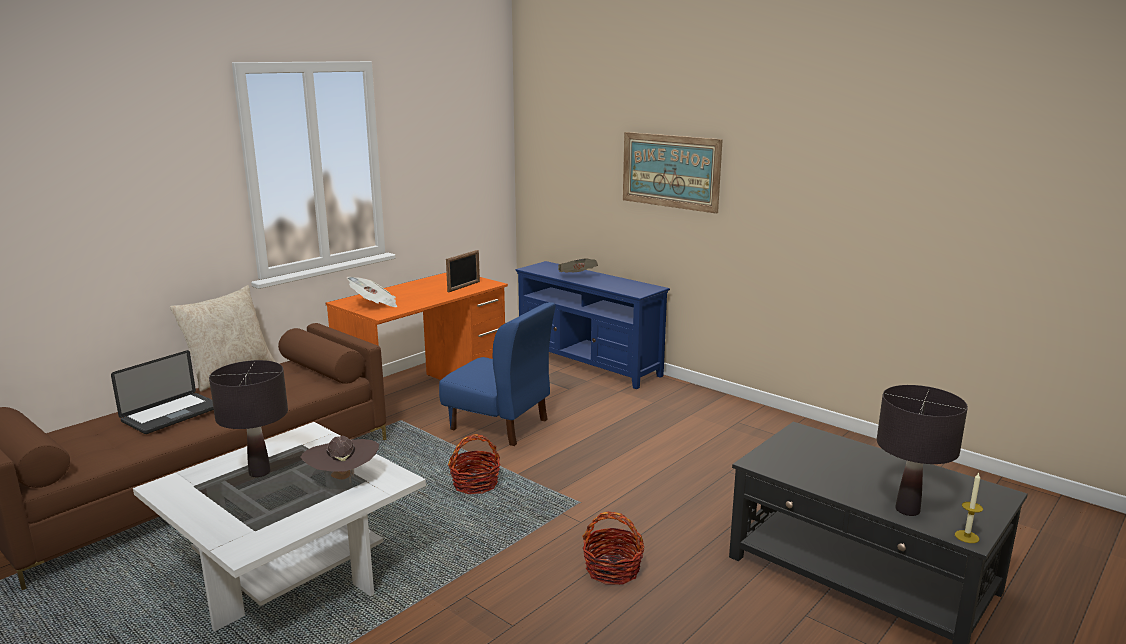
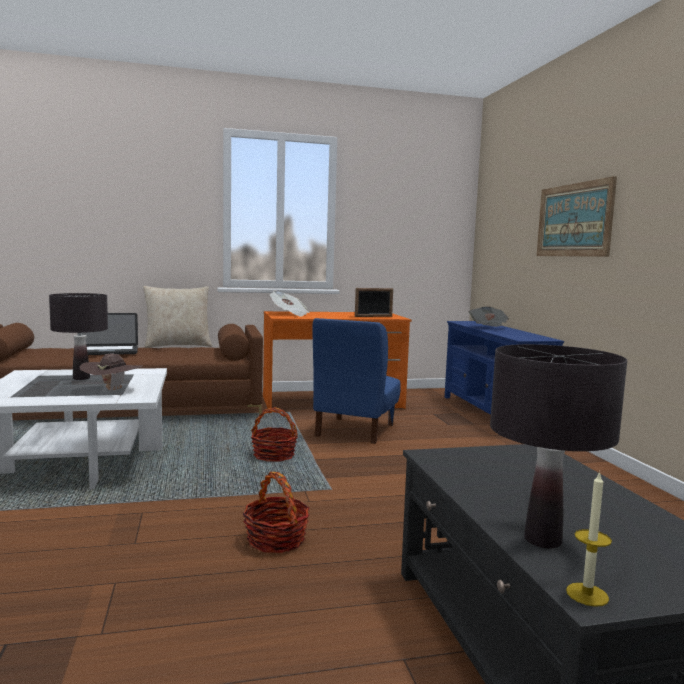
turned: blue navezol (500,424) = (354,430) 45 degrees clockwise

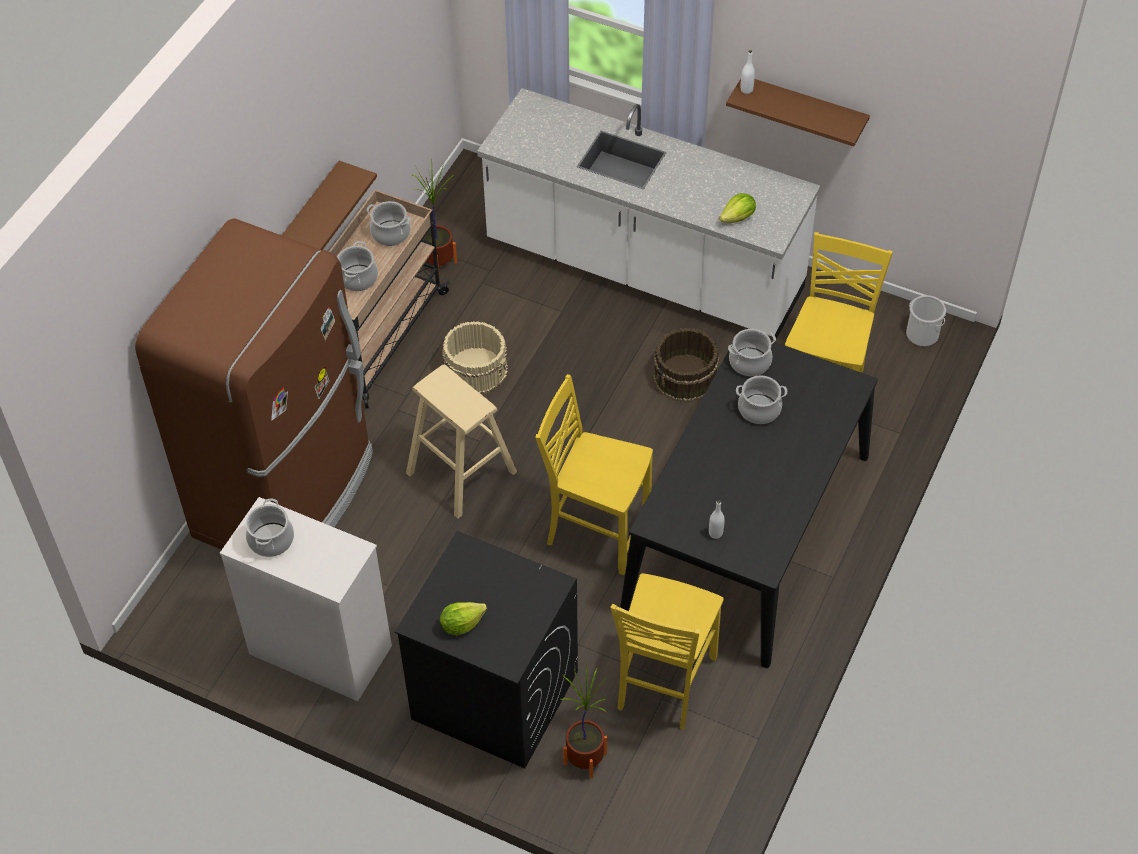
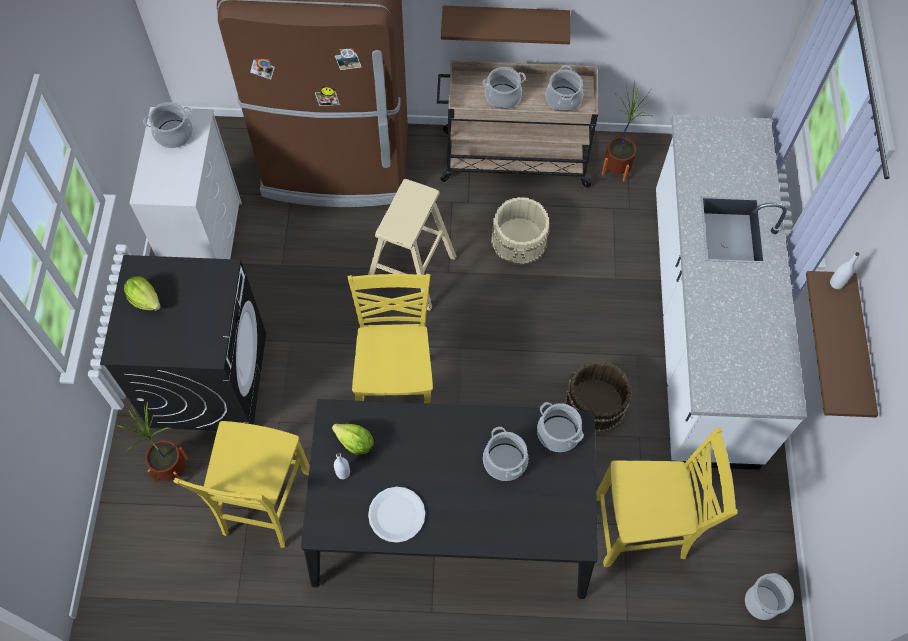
added: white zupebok (397,515)
moved: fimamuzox (738,218) to (355,443)
turned: yellow navezol (663,684) = (264,504) 75 degrees counterclockwise

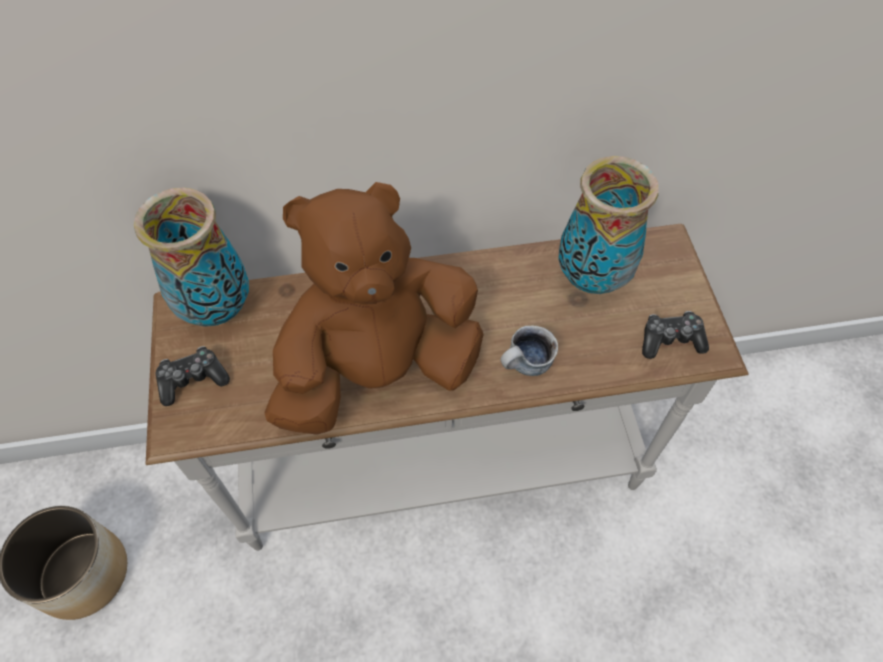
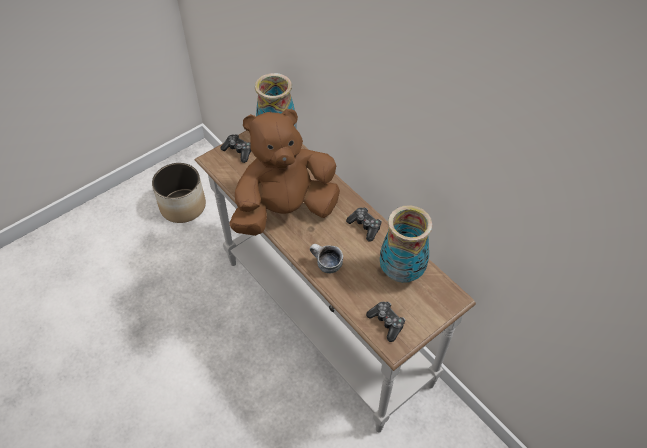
added: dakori (365,226)
turned: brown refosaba (378,370) = (285,210) 60 degrees counterclockwise

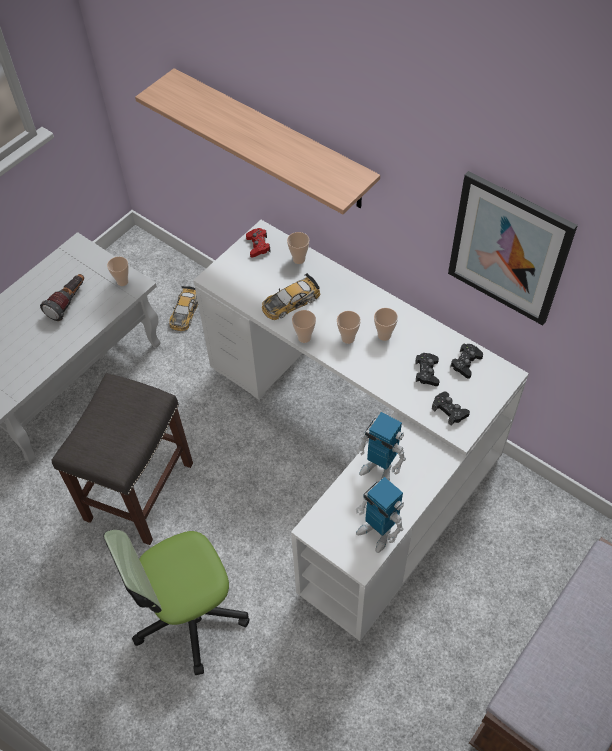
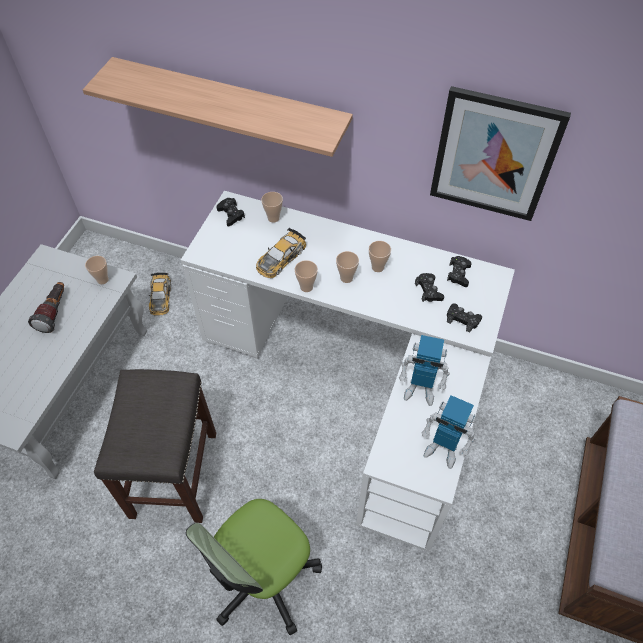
recoloured: red dakori (258,245) to black dakori (231,214)

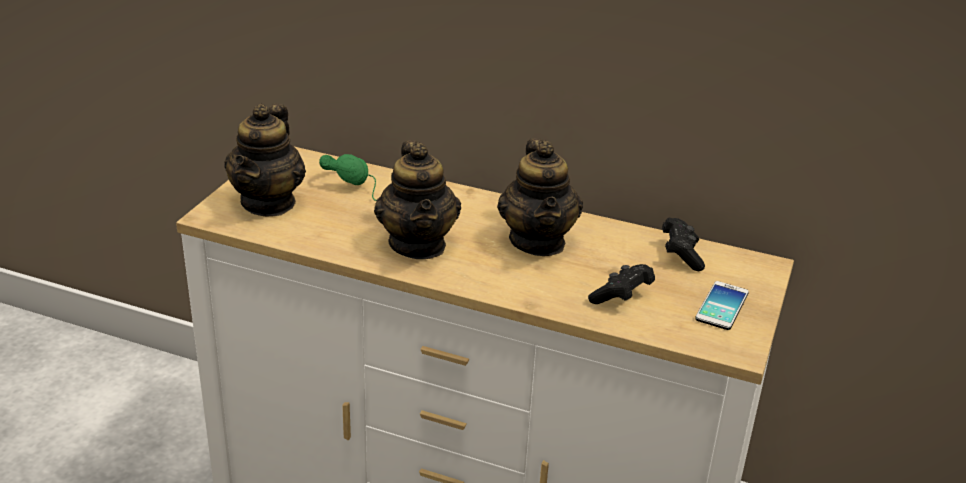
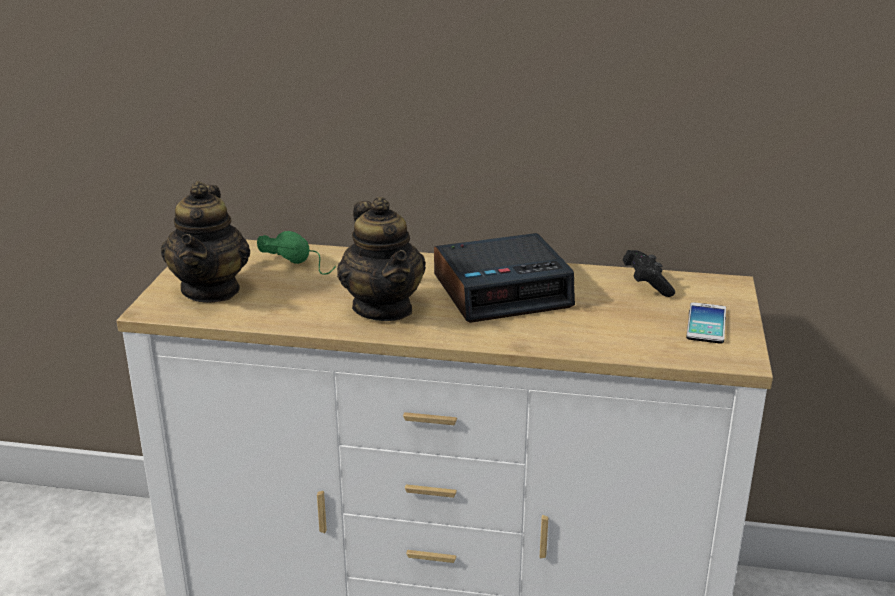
removed: black dakori (621,297)
replaced: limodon (538,241) to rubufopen (503,291)

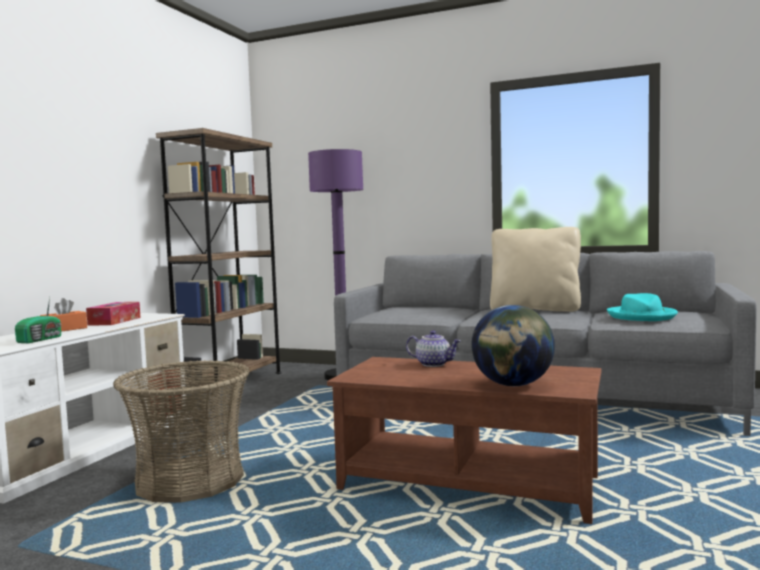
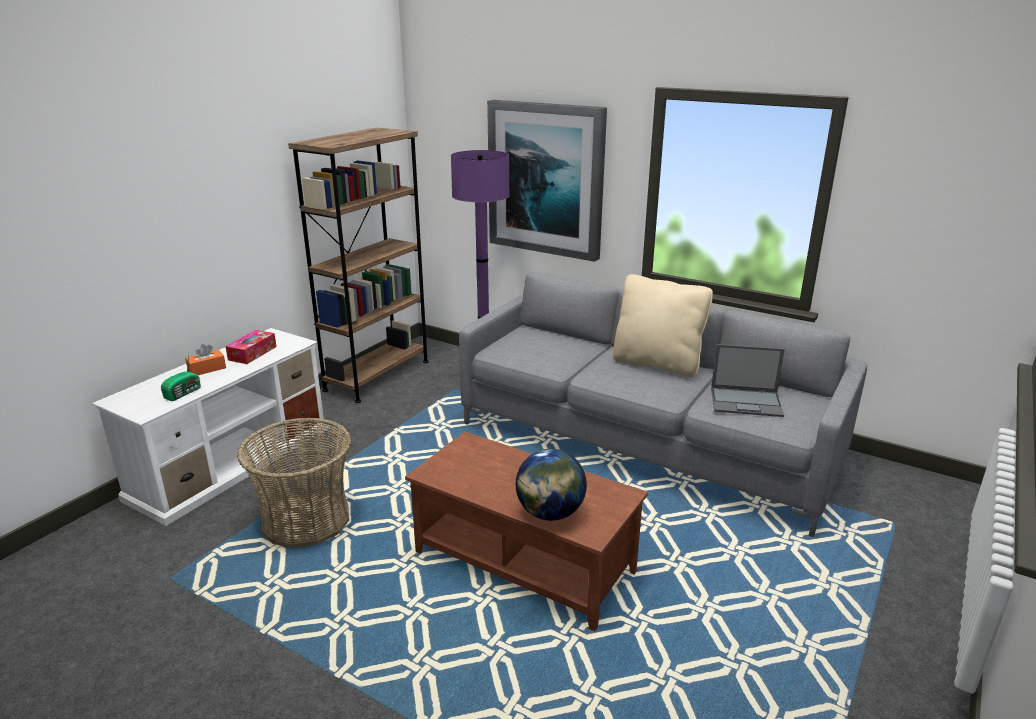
removed: limodon (434,364)
added: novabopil (546,179)
replaced: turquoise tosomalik (642,316) to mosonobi (747,402)

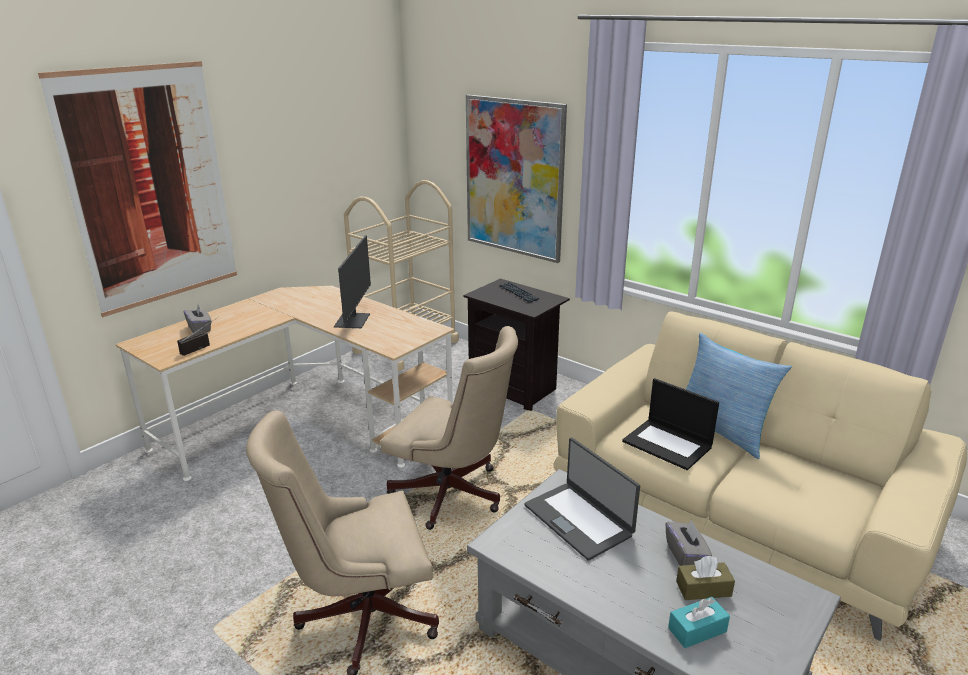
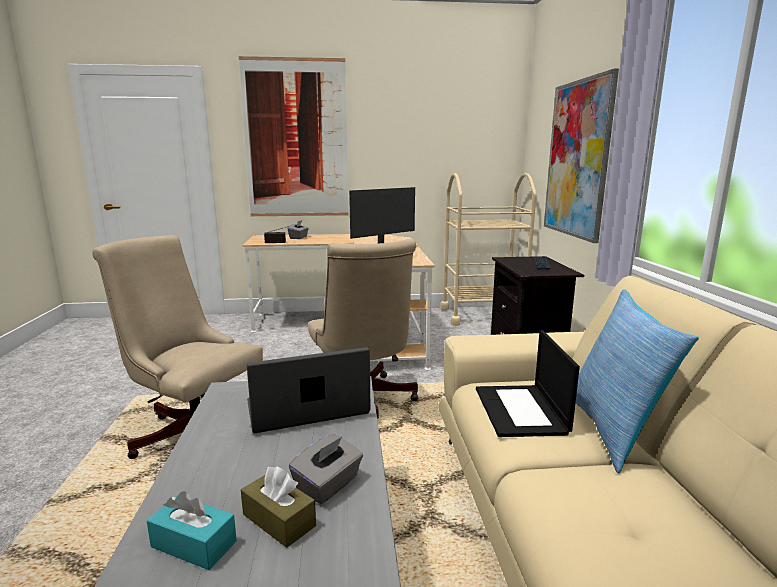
turned: mosonobi (579,519) = (307,409) 60 degrees clockwise

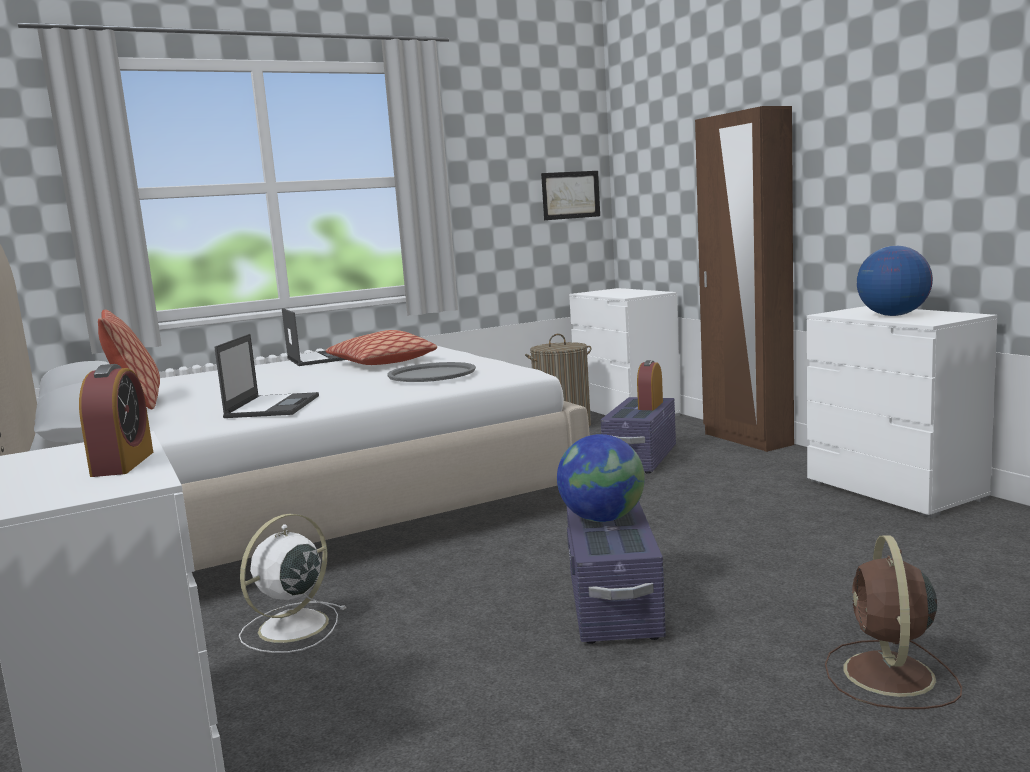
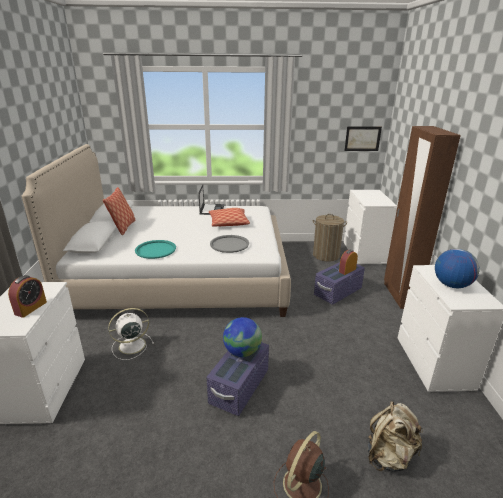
added: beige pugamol (389,456)
replaced: mosonobi (273,406) to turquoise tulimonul (155,250)

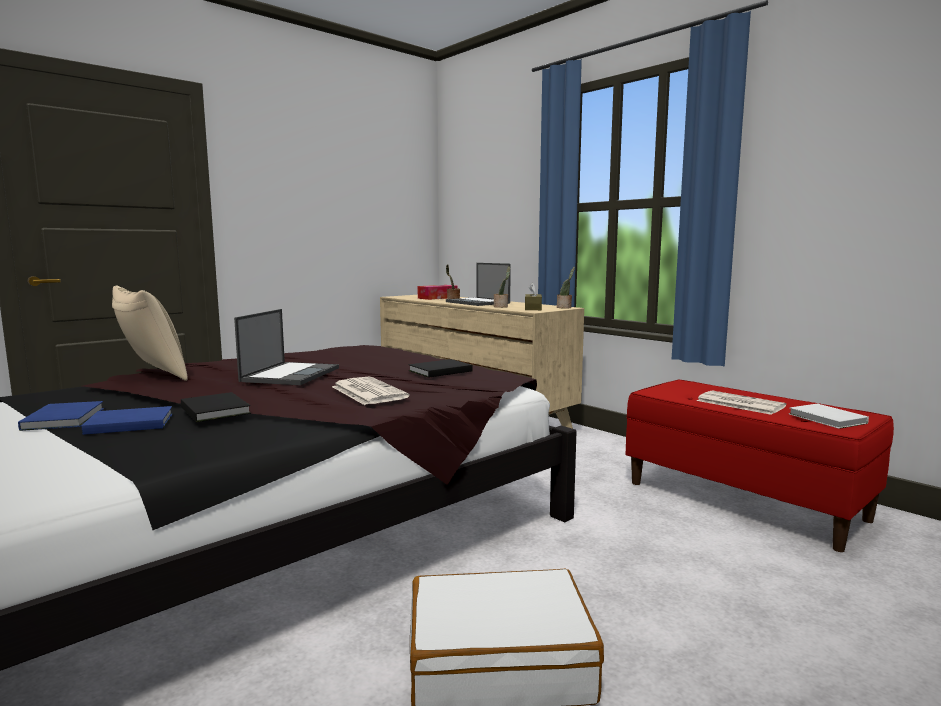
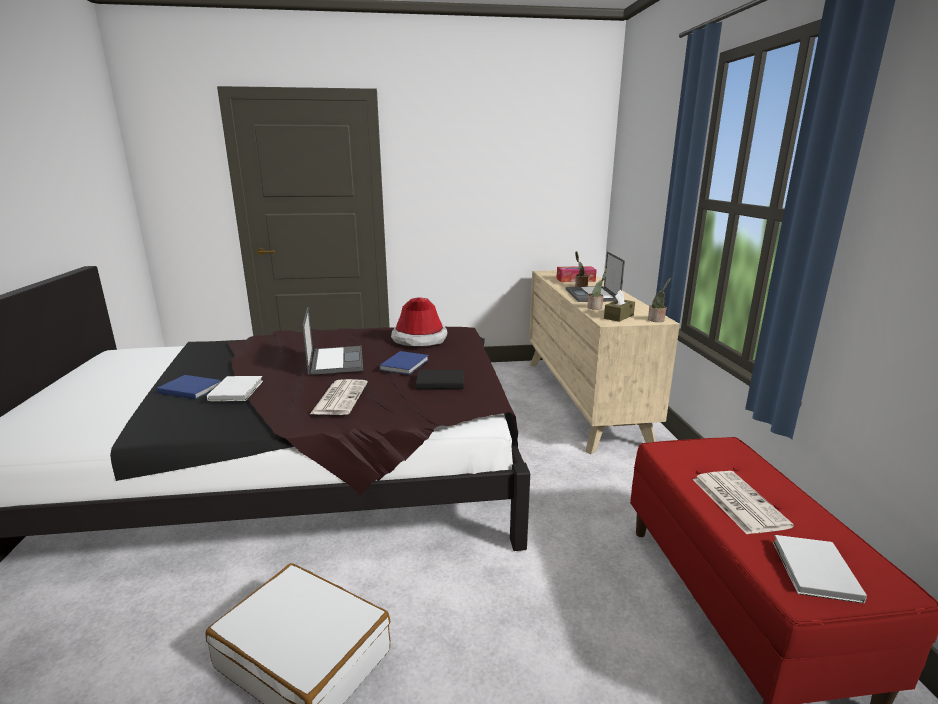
removed: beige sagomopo (152,376)
added: tosomalik (419,339)
moved: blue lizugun (66,418) to (406,364)
recoloured: black lizugun (216,409) to white lizugun (237,390)
turned: mosonobi (291,374) = (335,360) 60 degrees counterclockwise

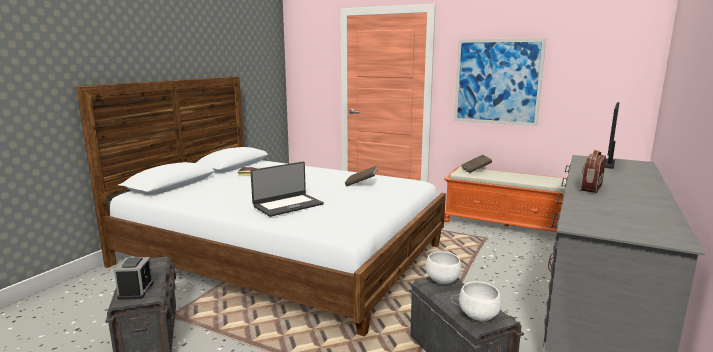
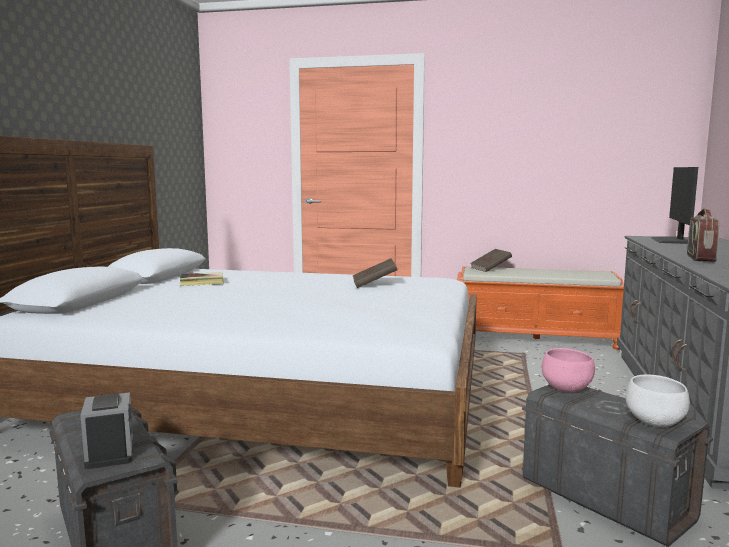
removed: mosonobi (287,205); novabopil (497,82)
recoloured: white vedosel (443,281) to pink vedosel (567,389)

